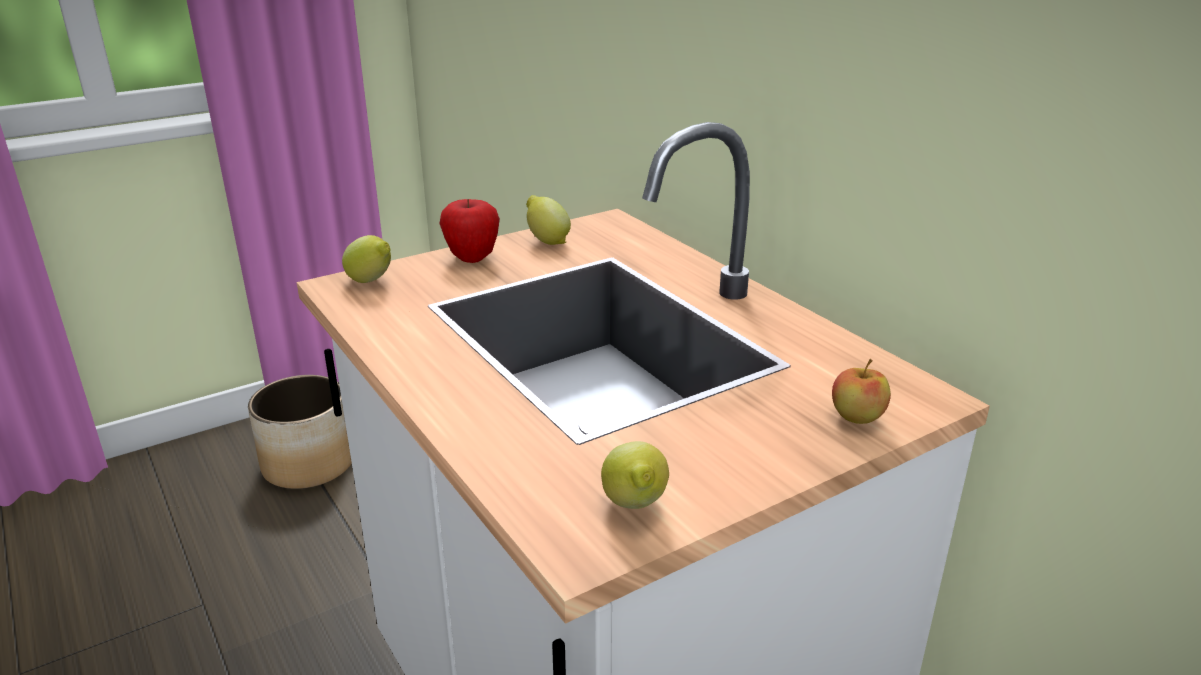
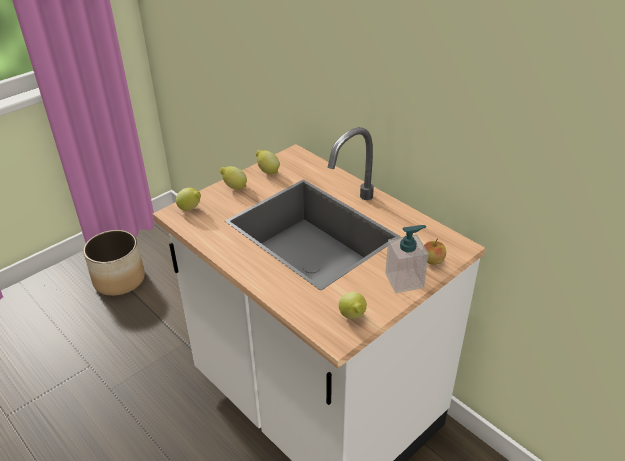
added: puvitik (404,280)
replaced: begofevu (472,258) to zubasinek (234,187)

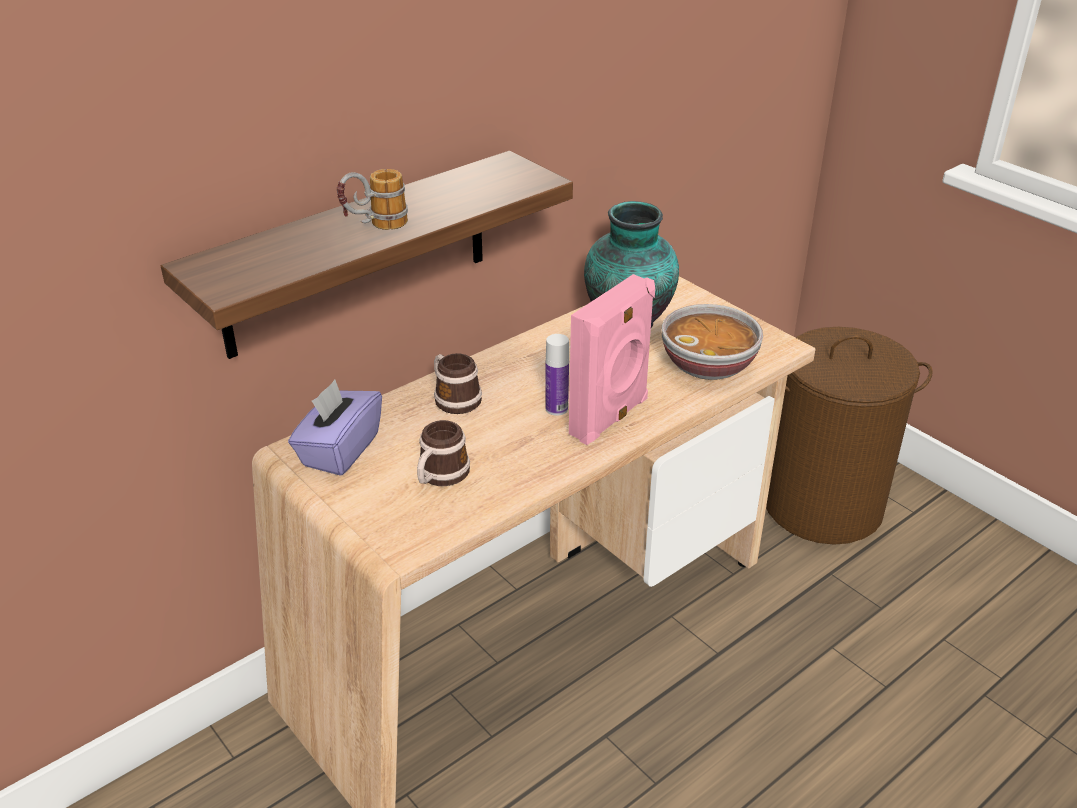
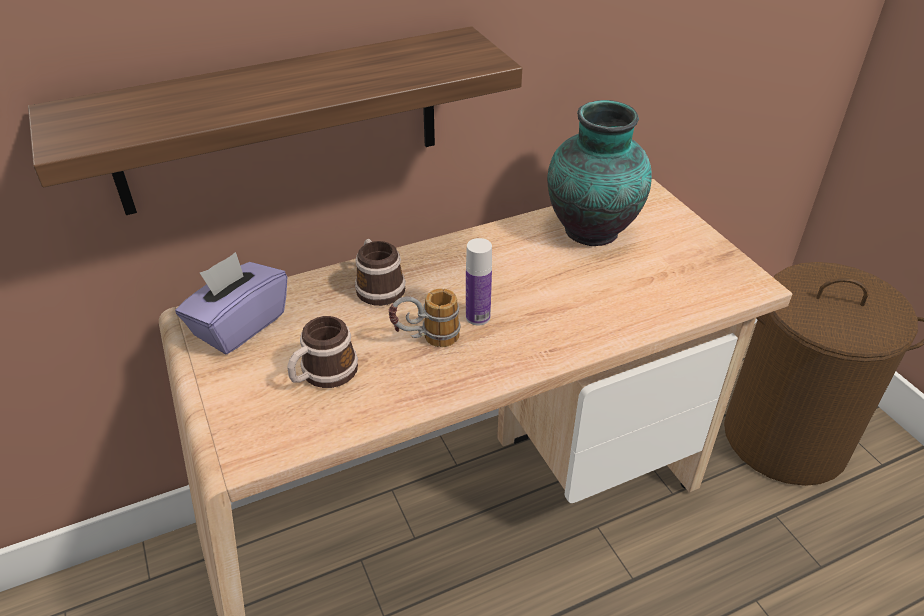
removed: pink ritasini (611,418); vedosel (709,365)
moved: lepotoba (374,226) to (425,340)

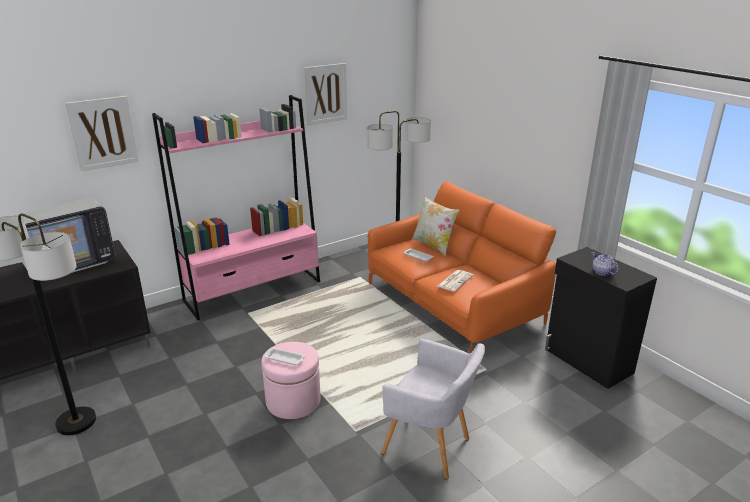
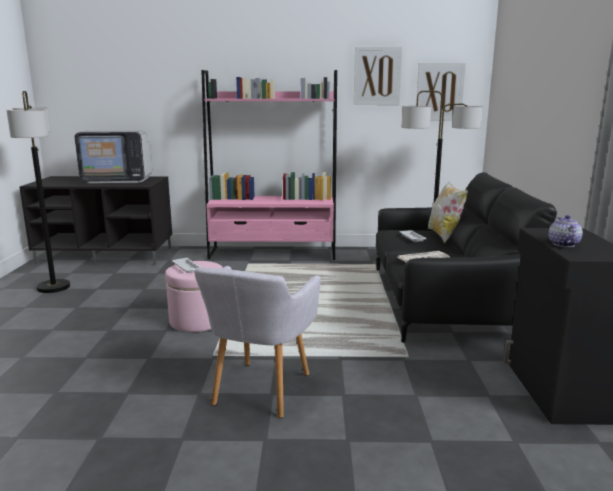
moved: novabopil (103,133) to (439,92)
recoloured: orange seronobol (452,303) to black seronobol (444,301)
turned: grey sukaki (430,448) = (259,391) 45 degrees clockwise

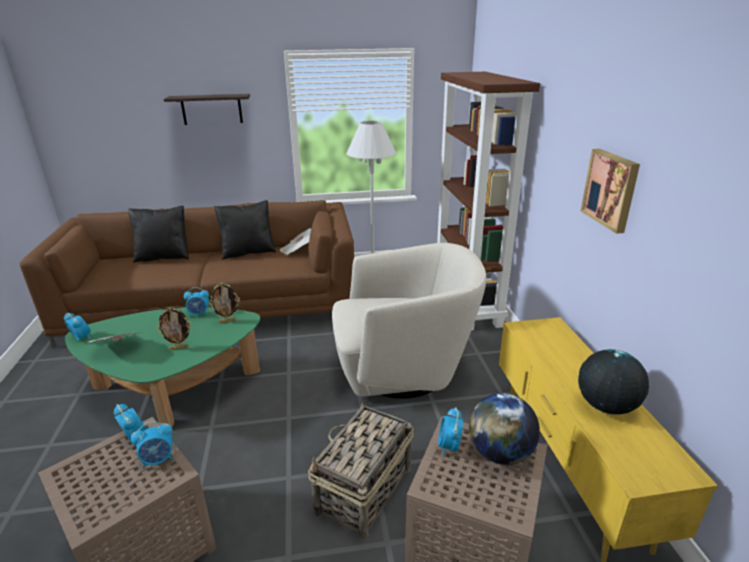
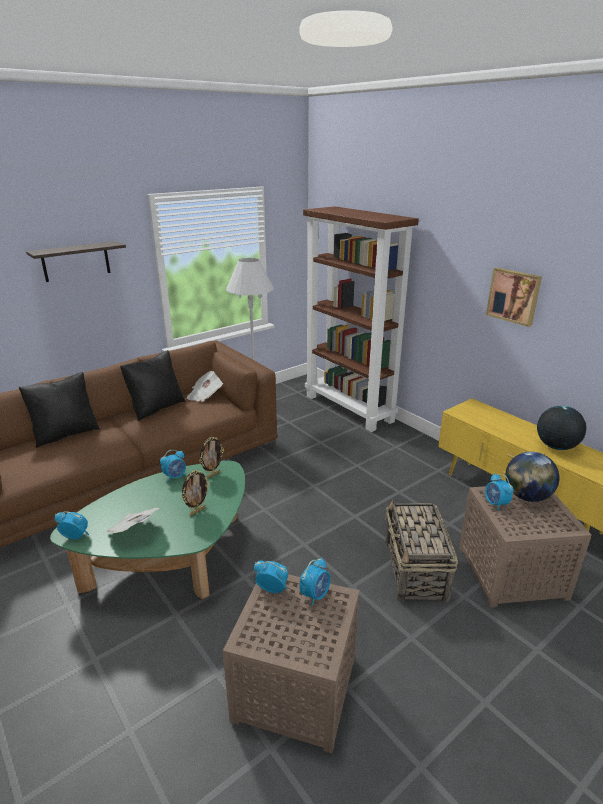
removed: beige sukaki (403,370)

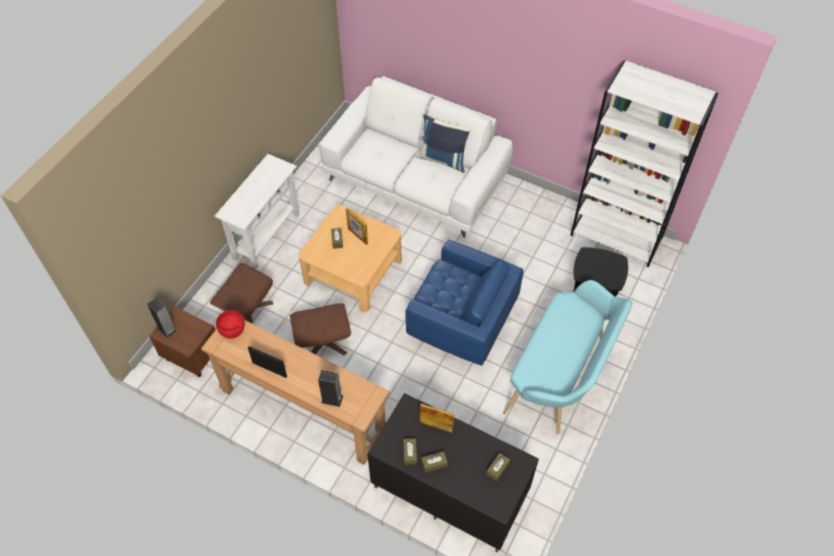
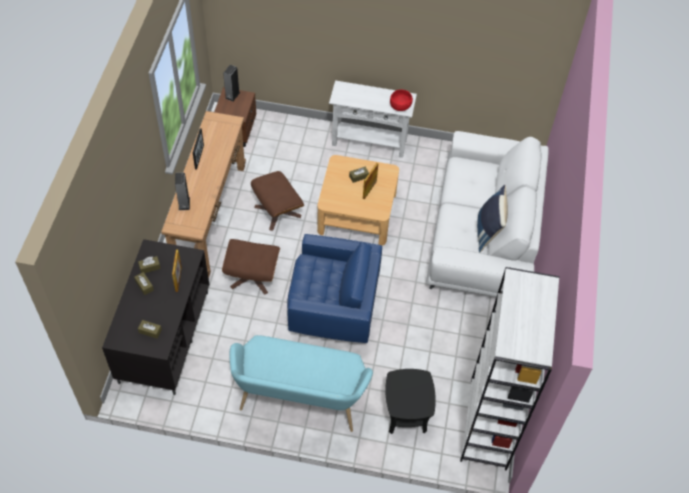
moved: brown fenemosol (246,309) to (253,275); red vedosel (232,330) to (400,106)
turned: blue sukaki (461,322) = (333,307) 90 degrees counterclockwise

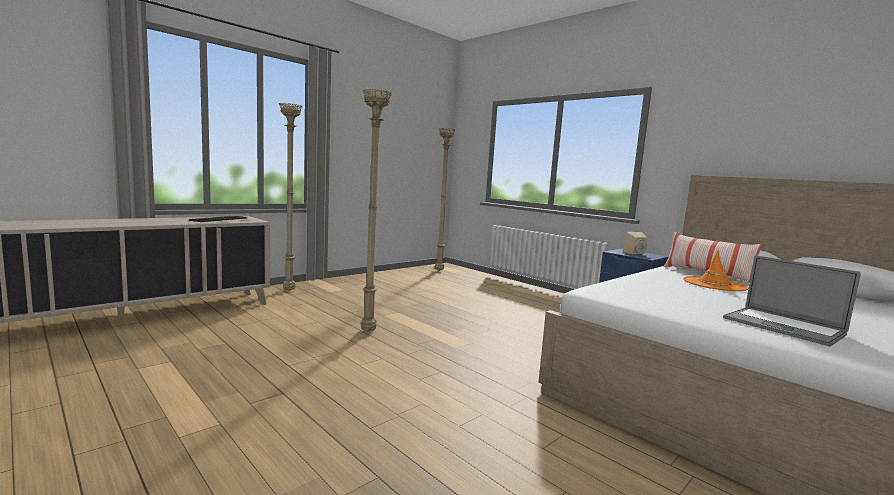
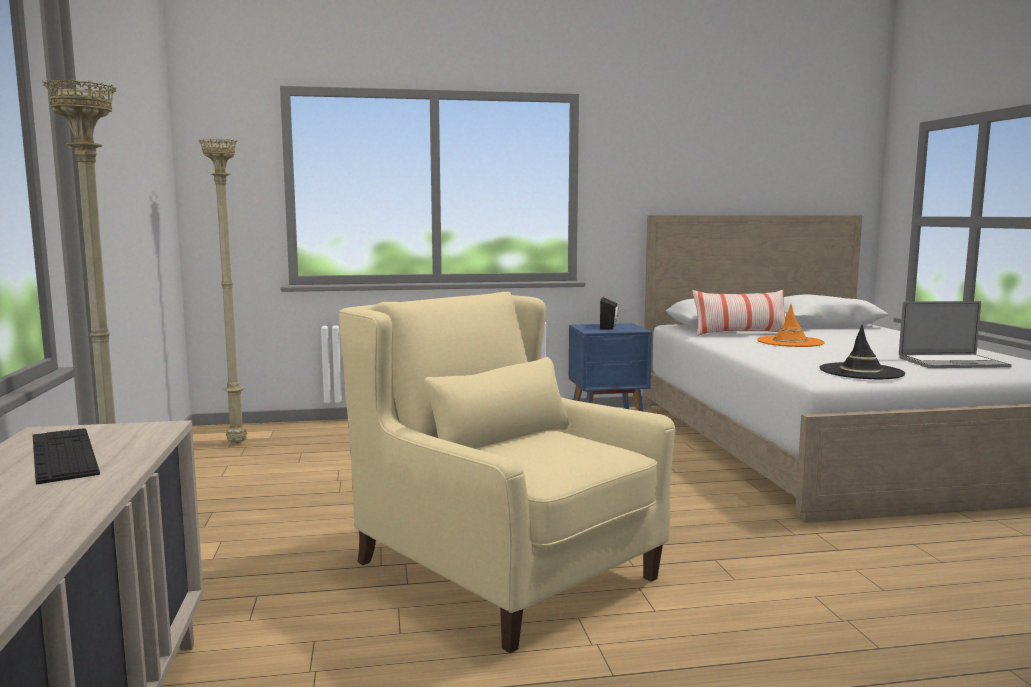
added: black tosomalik (861,372)
replaced: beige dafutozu (369,331) to beige sukaki (505,571)
recoloured: beige ritasini (636,253) to black ritasini (609,327)

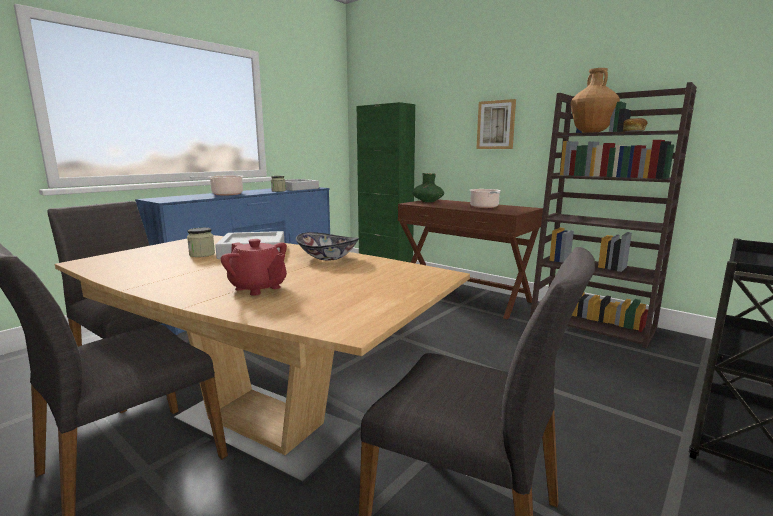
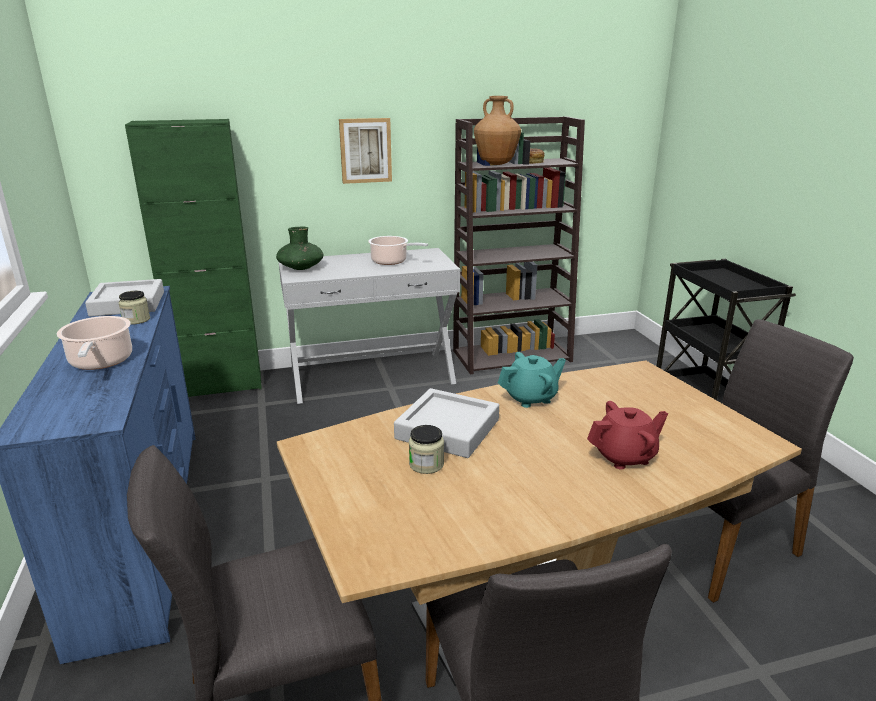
replaced: vedosel (327,258) to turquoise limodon (531,398)
recoloured: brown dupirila (464,296) to white dupirila (372,376)

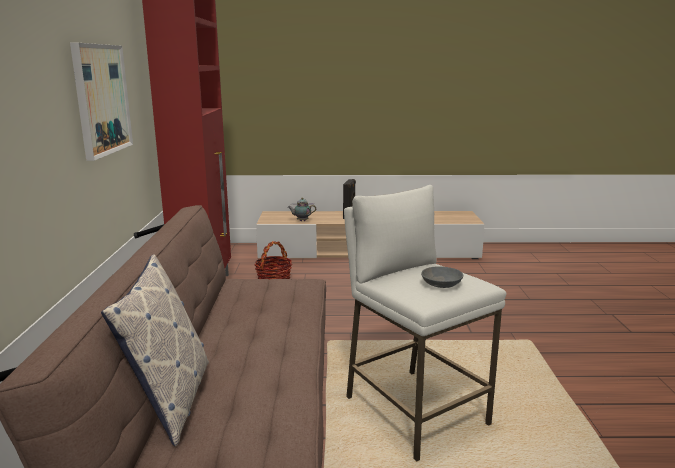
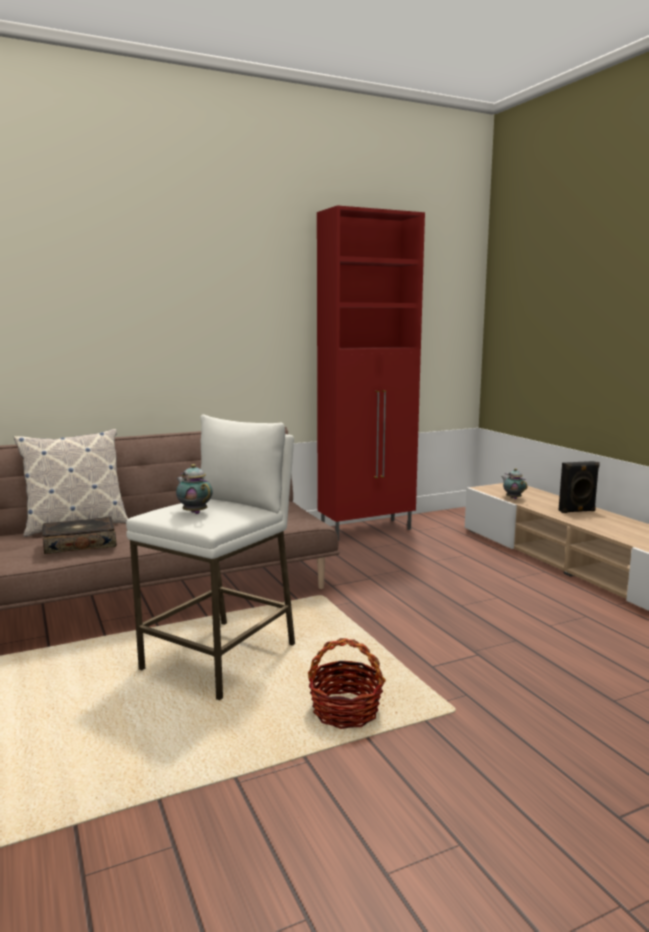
removed: novabopil (101,99)
added: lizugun (80,544)
moved: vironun (273,279) to (345,711)
replaced: grey vedosel (441,284) to limodon (194,512)

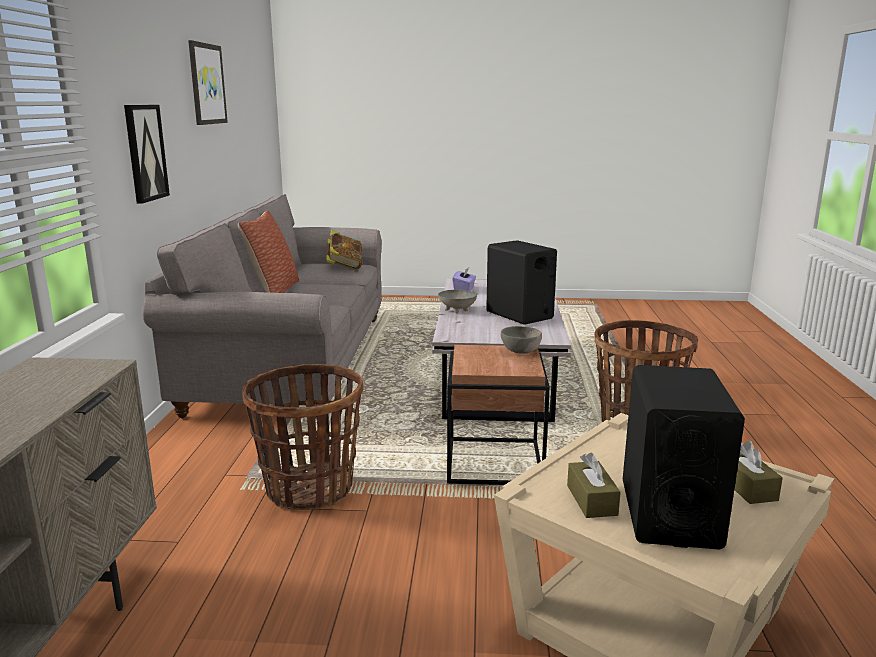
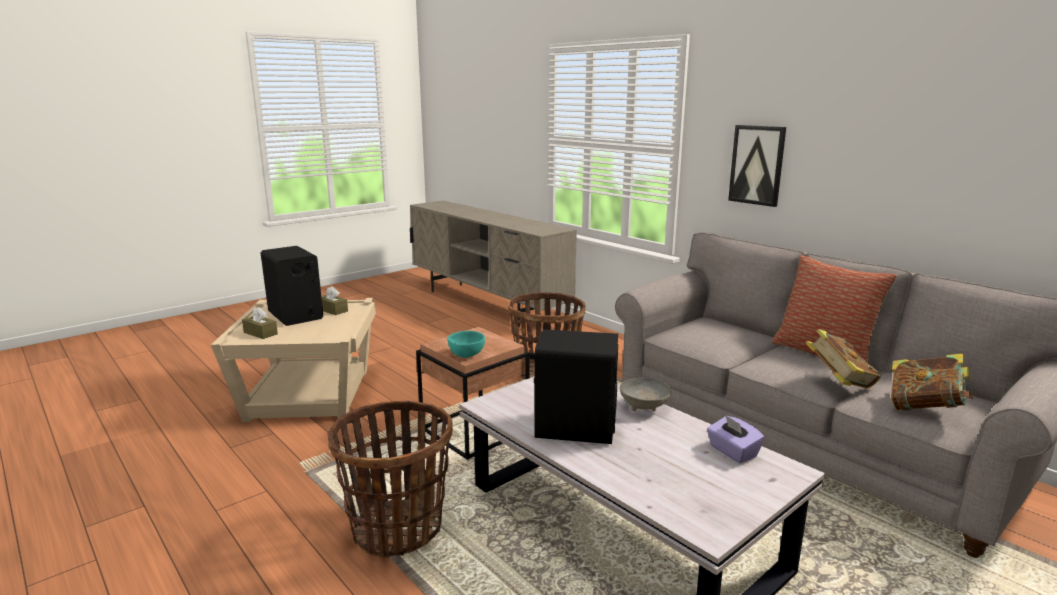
removed: novabopil (206,84)
added: lizugun (838,383)
recoloured: grey vedosel (521,352) to turquoise vedosel (466,355)

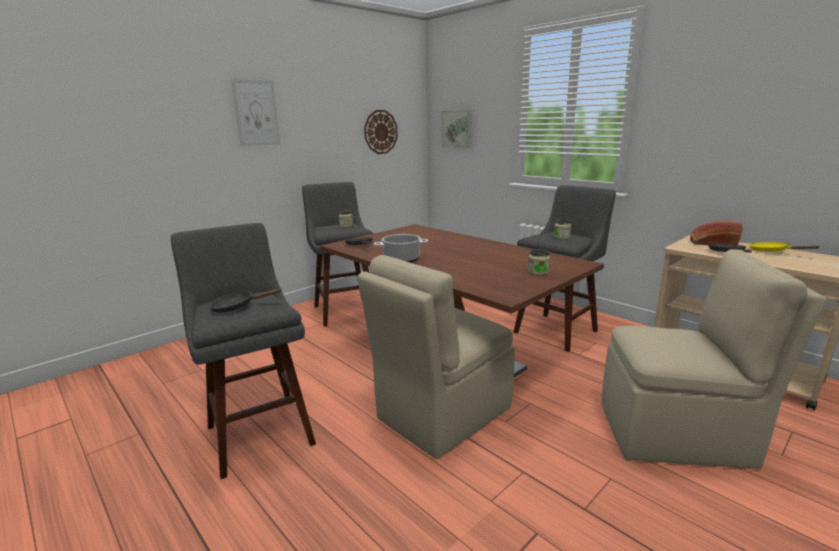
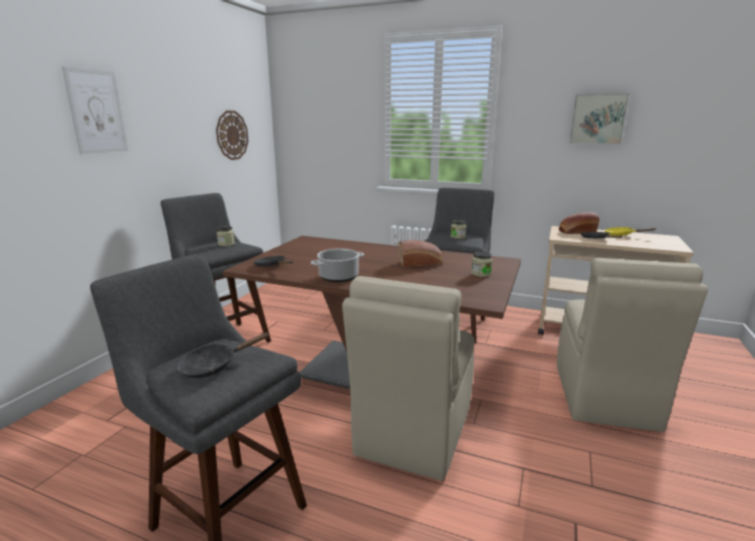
added: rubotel (420,263)
moved: novabopil (457,129) to (598,119)
turned: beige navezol (677,434) = (604,397) 120 degrees clockwise

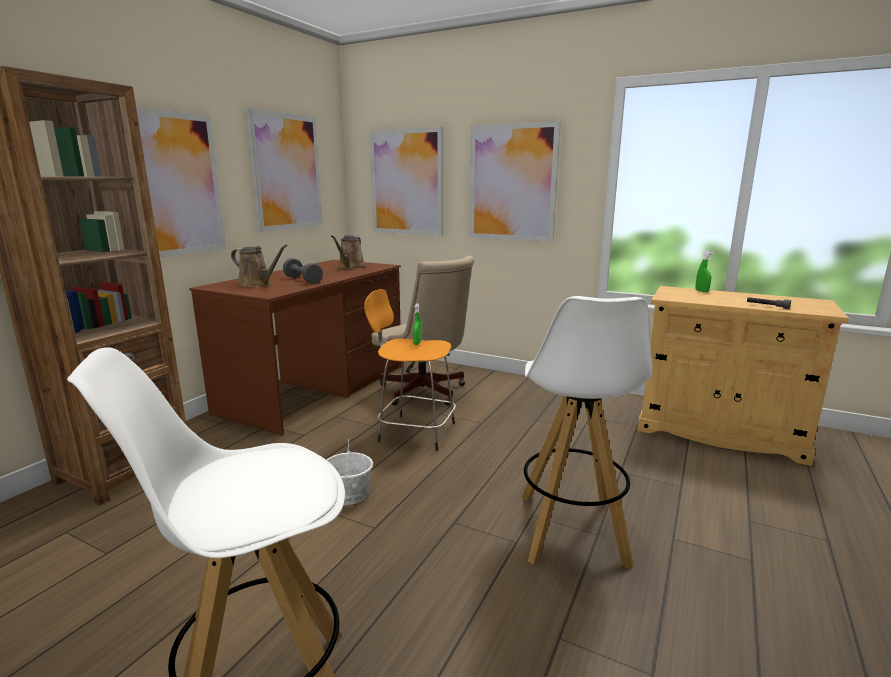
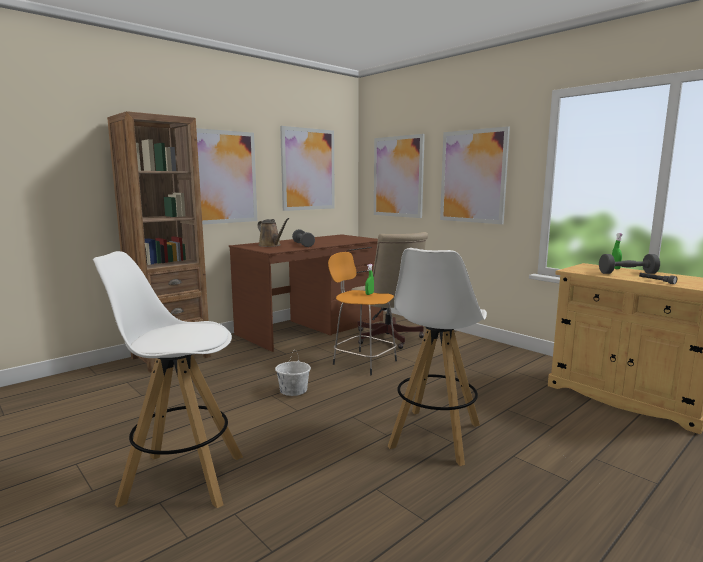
removed: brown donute (350,267)
added: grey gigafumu (627,273)

